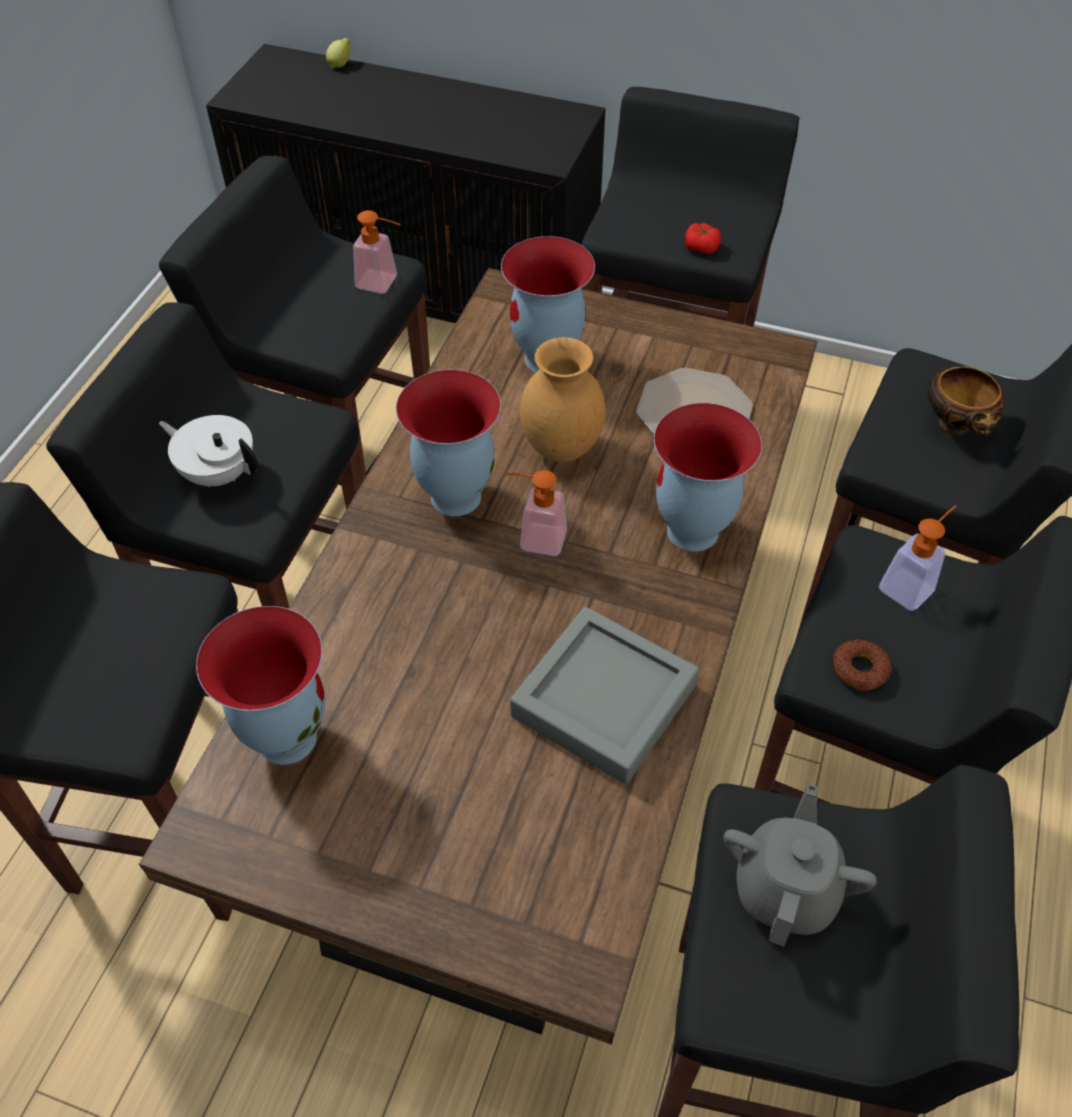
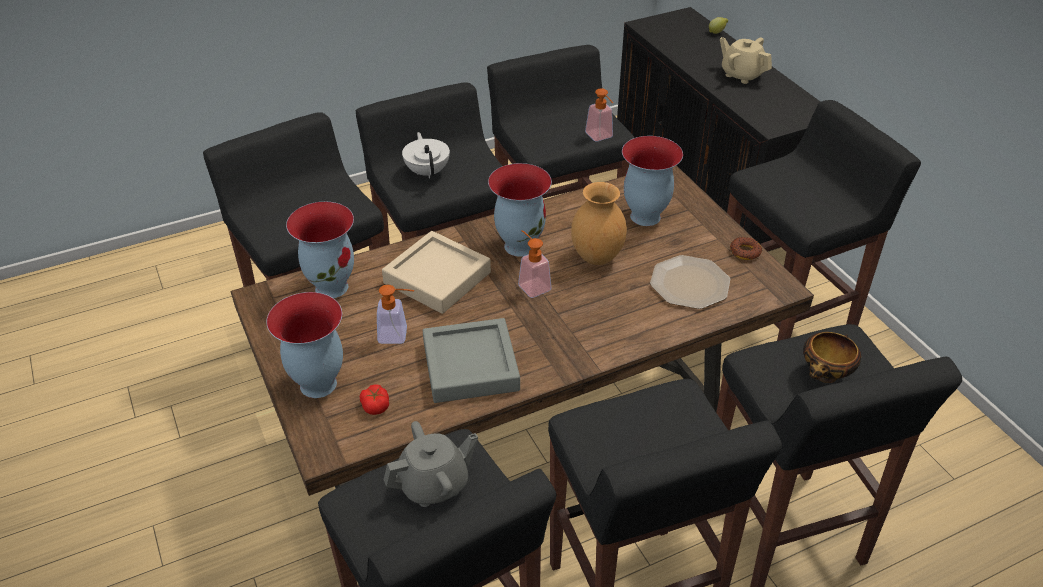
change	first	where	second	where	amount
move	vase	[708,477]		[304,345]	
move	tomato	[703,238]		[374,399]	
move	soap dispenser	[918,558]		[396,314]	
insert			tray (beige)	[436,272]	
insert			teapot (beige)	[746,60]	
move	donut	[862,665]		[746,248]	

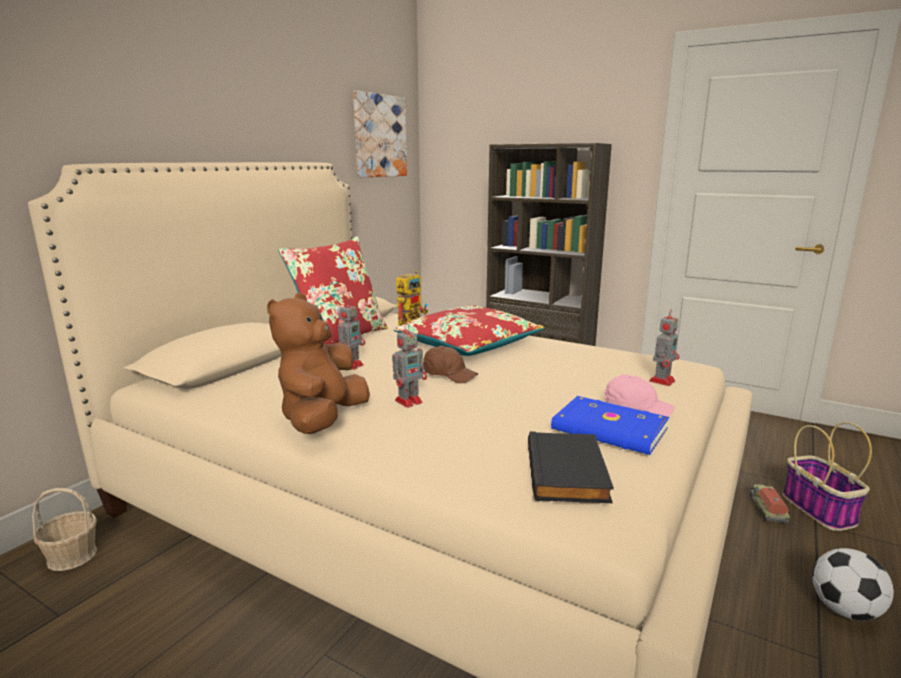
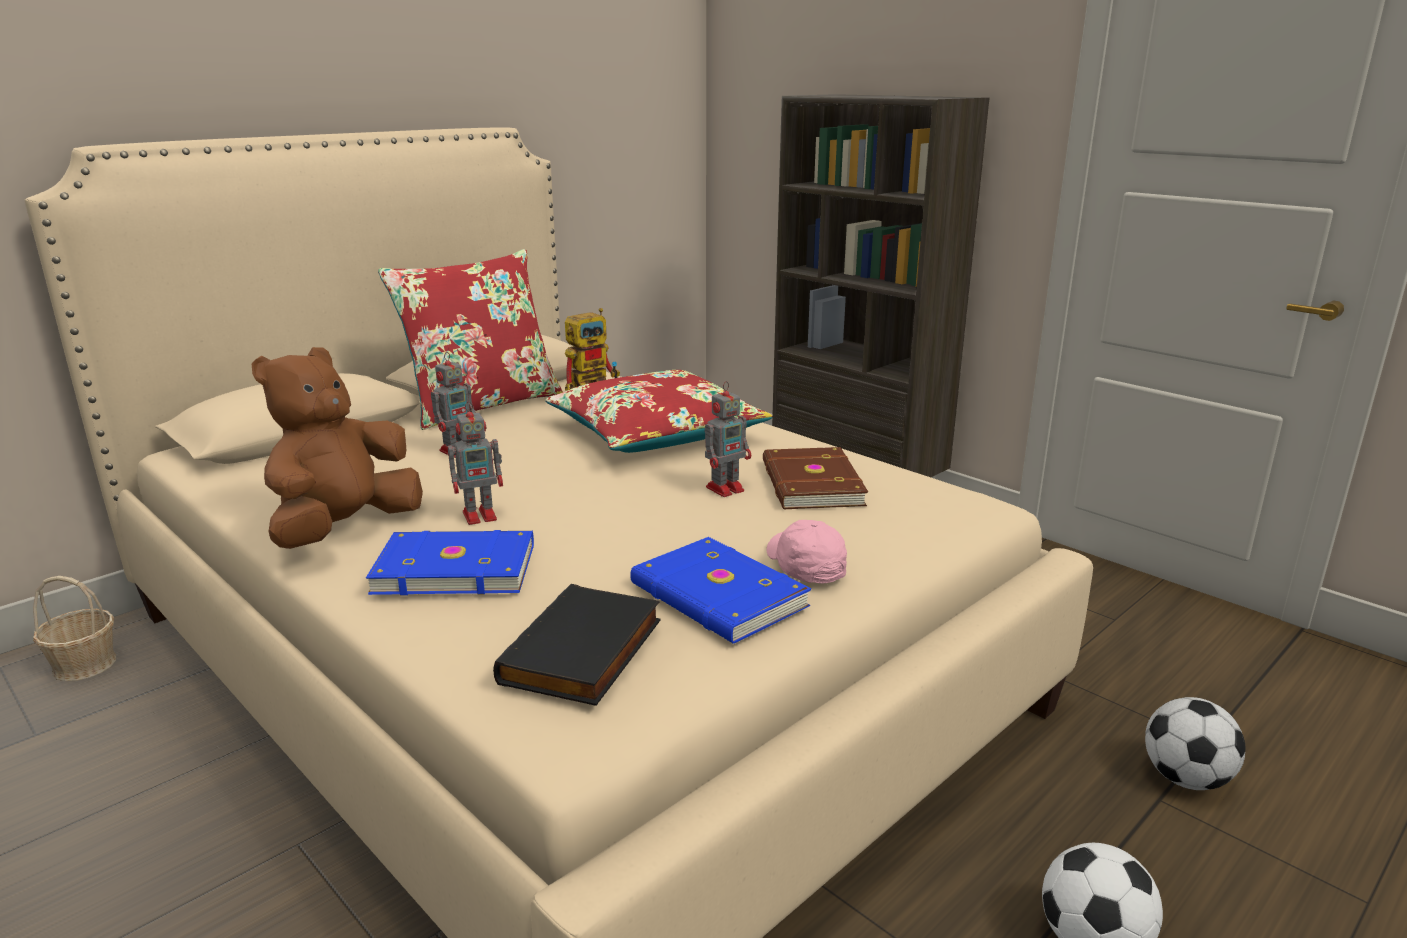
change	first	where	second	where	amount
insert			book (blue)	[450,562]	
move	toy robot	[664,347]		[728,439]	
insert			book (brown)	[815,478]	
rotate	cap (pink)	[639,395]		[807,551]	150 degrees counterclockwise
replace	basket	[827,476]	football	[1195,743]	
delete	picture	[380,134]			
delete	cap (brown)	[450,364]			
delete	toy truck	[769,503]			

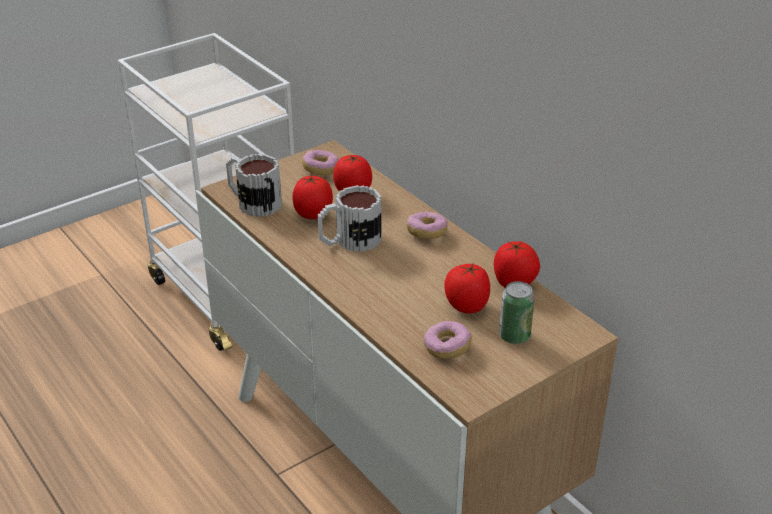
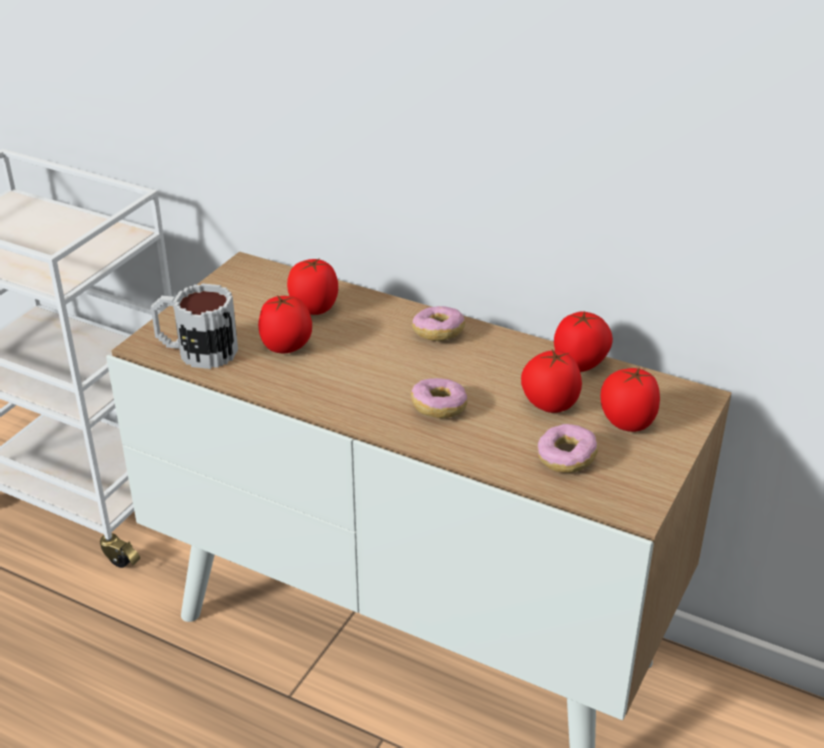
change	first	where	second	where	amount
move	donut	[320,162]		[439,398]	
replace	can	[517,312]	tomato	[630,399]	
delete	mug	[349,218]			

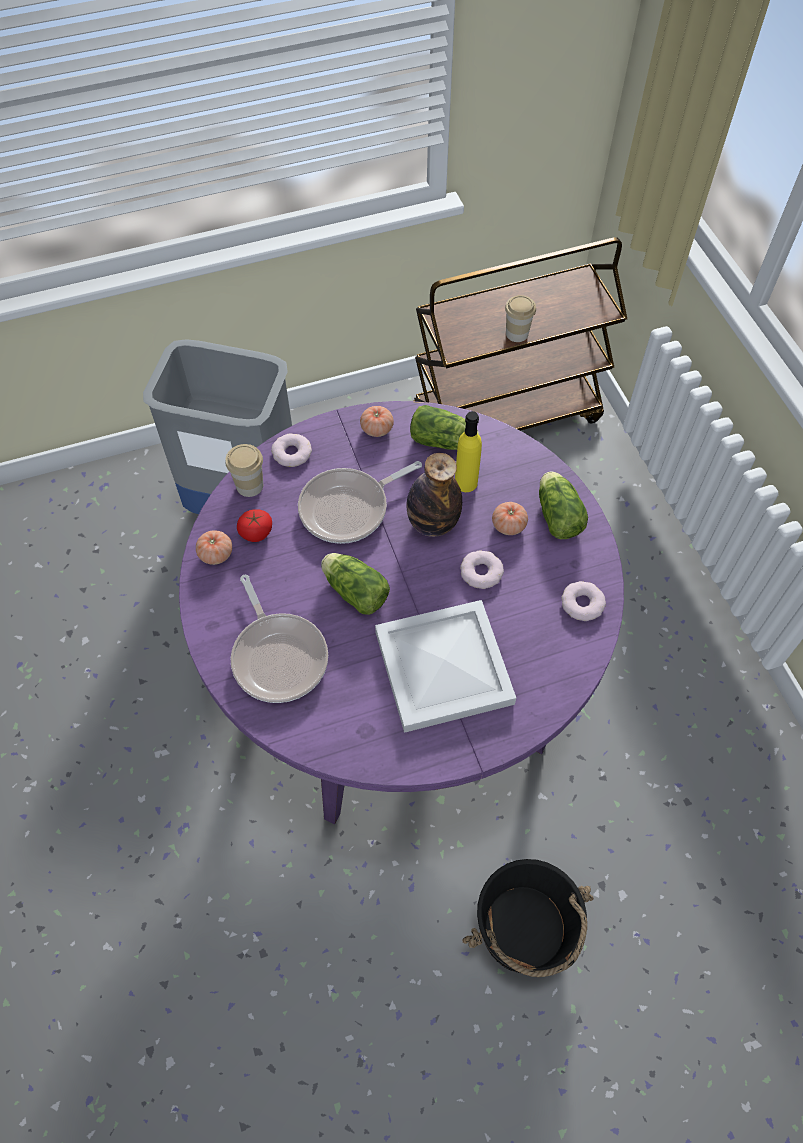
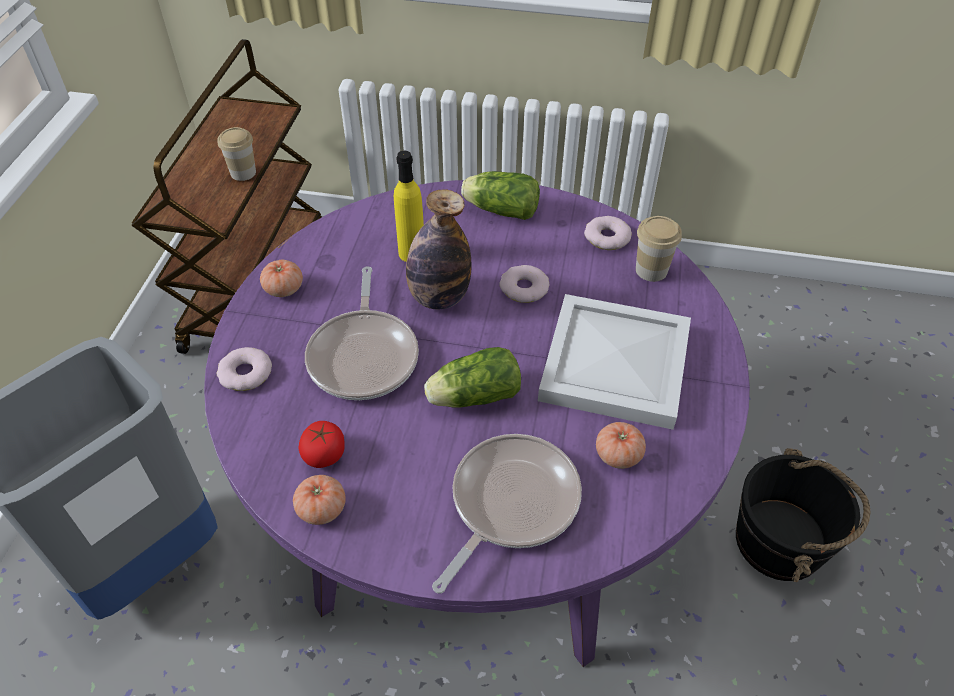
change	first	where	second	where	amount
rotate	frying pan	[279,639]		[507,514]	60 degrees counterclockwise
move	tomato	[510,518]		[621,445]	
move	cup	[244,470]		[659,249]	
delete	lettuce	[445,427]			

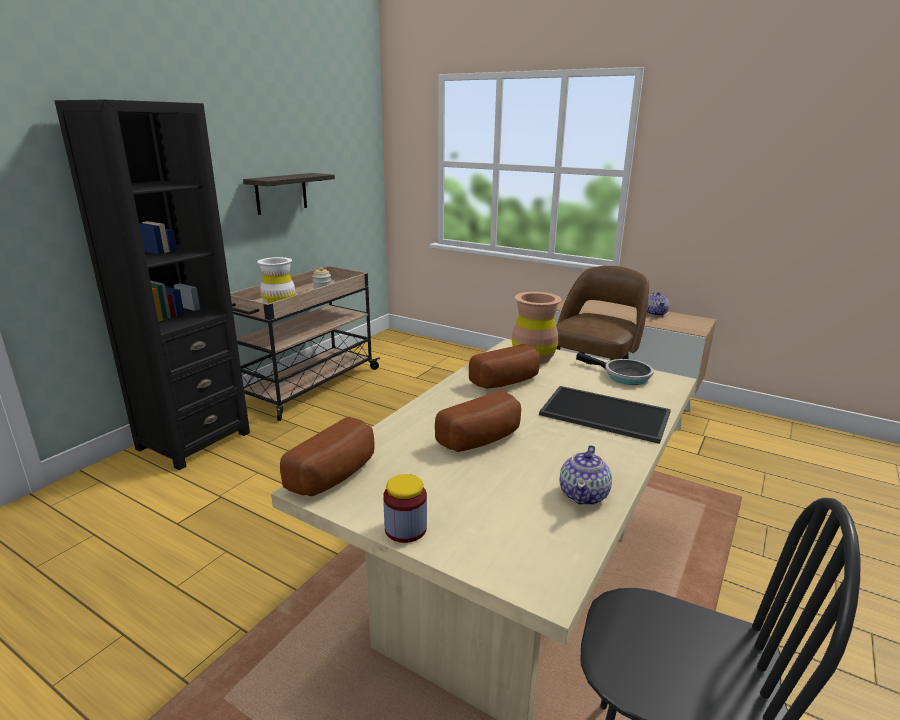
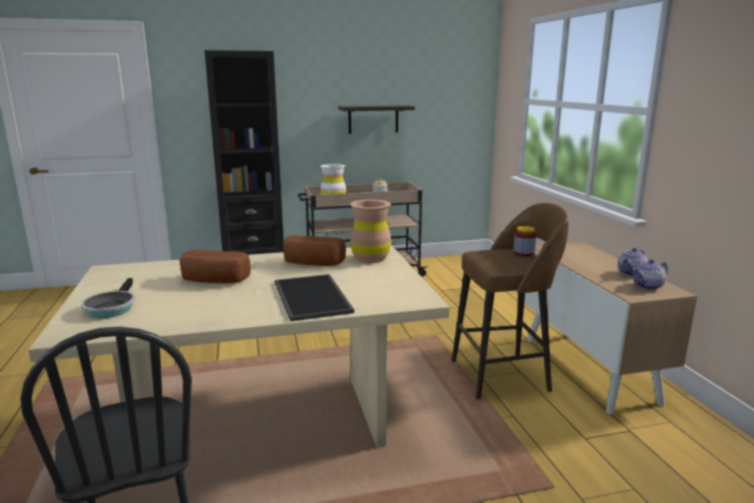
change	first	where	second	where	amount
move	frying pan	[615,368]		[108,298]	
move	jar	[405,508]		[524,241]	
move	teapot	[585,475]		[650,274]	
delete	bread	[327,456]			

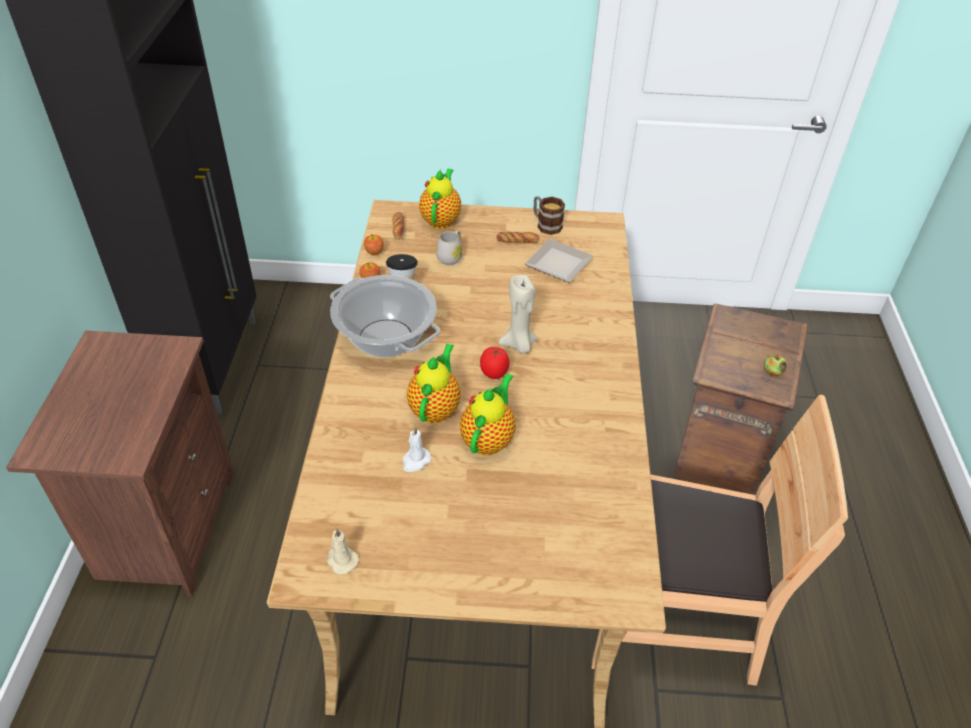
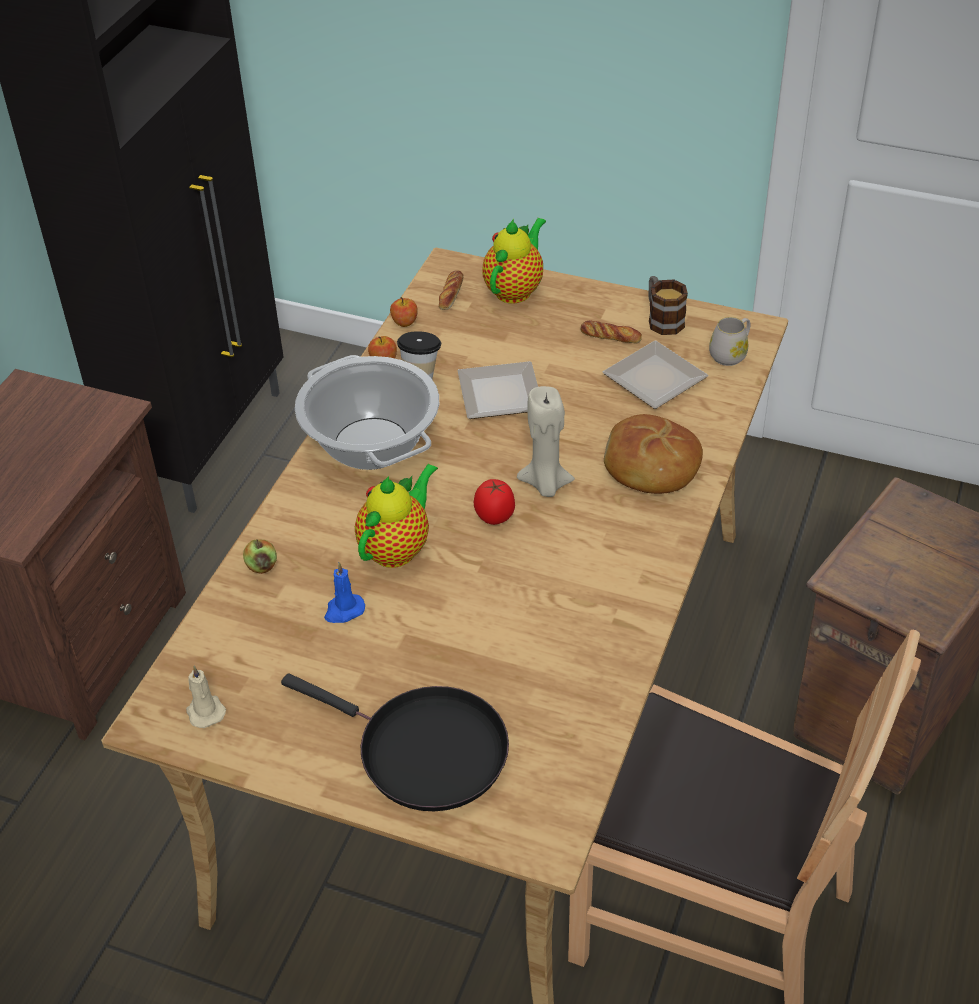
change	first	where	second	where	amount
move	apple	[775,365]		[260,556]	
insert			frying pan (black)	[395,742]	
recolor	candle (white)	[417,449]	candle (blue)	[344,592]	
insert			plate	[497,390]	
insert			bread	[653,454]	
move	mug (white)	[449,248]		[729,341]	
delete	teapot	[488,414]			

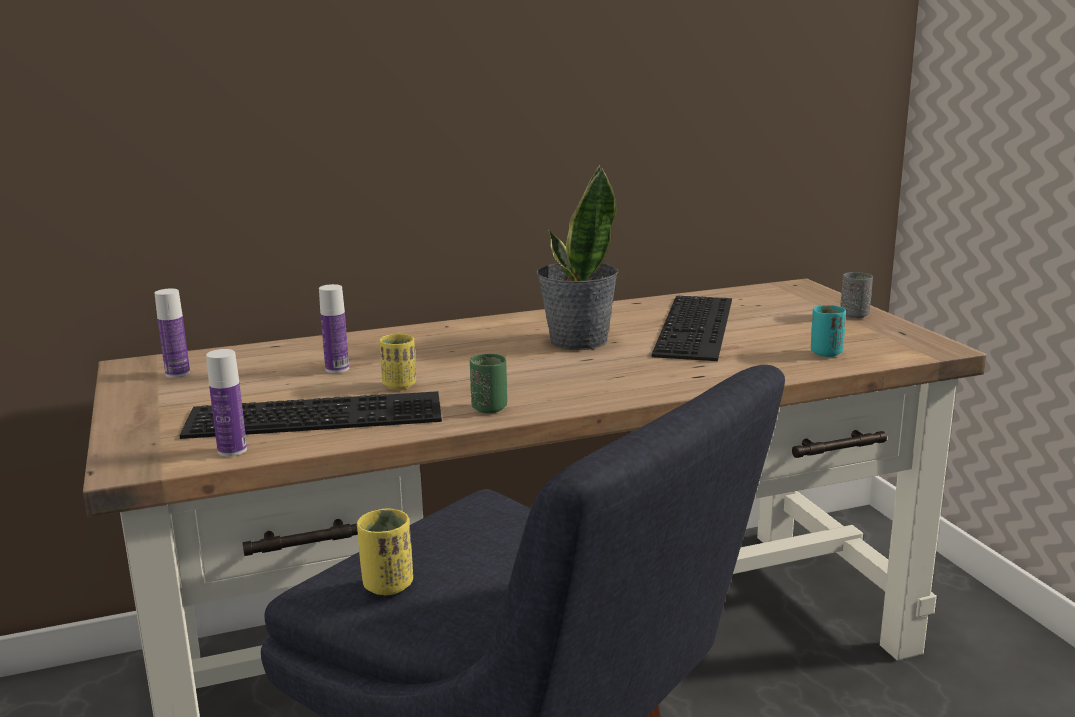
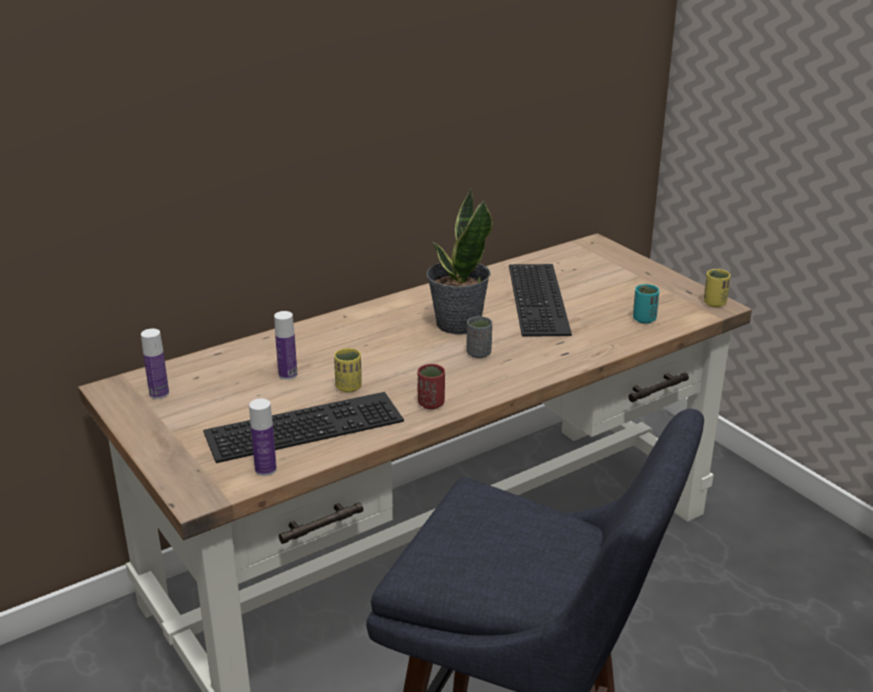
change	first	where	second	where	amount
recolor	cup (green)	[488,383]	cup (red)	[431,386]	
move	cup (grey)	[856,295]		[479,337]	
move	cup (yellow)	[385,551]		[717,288]	

